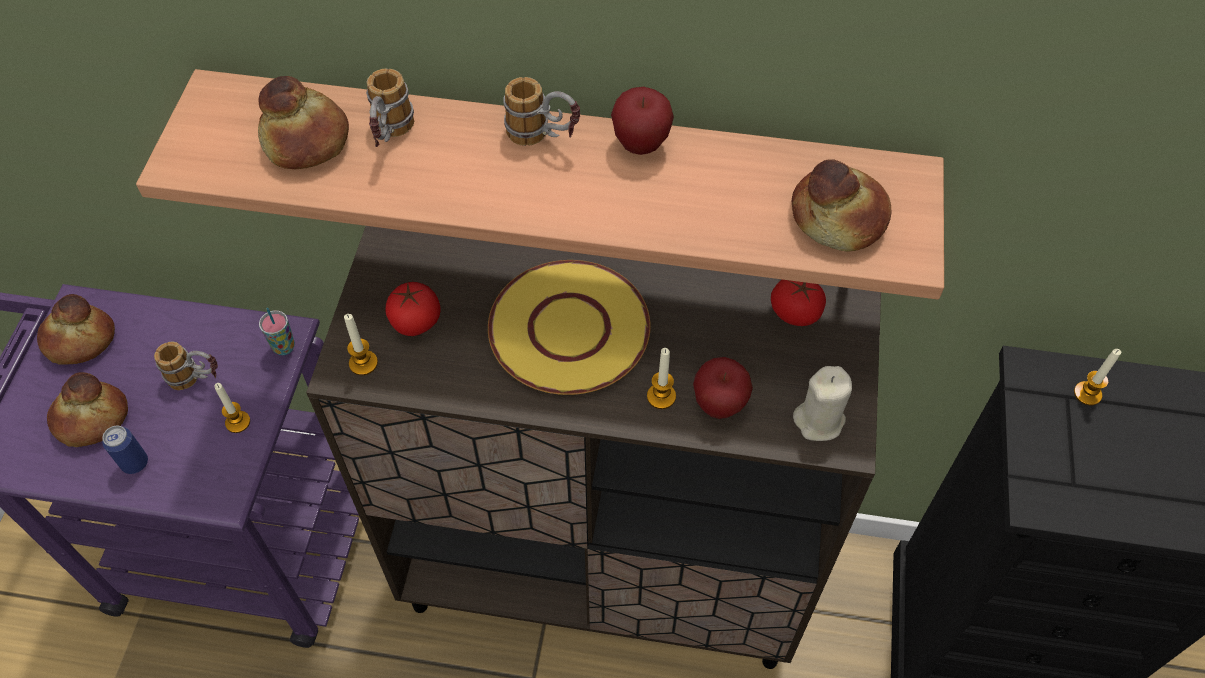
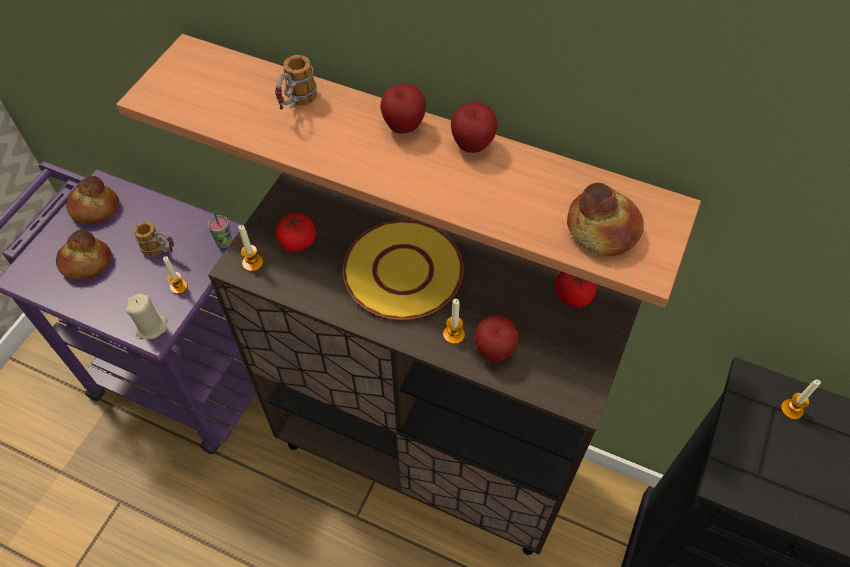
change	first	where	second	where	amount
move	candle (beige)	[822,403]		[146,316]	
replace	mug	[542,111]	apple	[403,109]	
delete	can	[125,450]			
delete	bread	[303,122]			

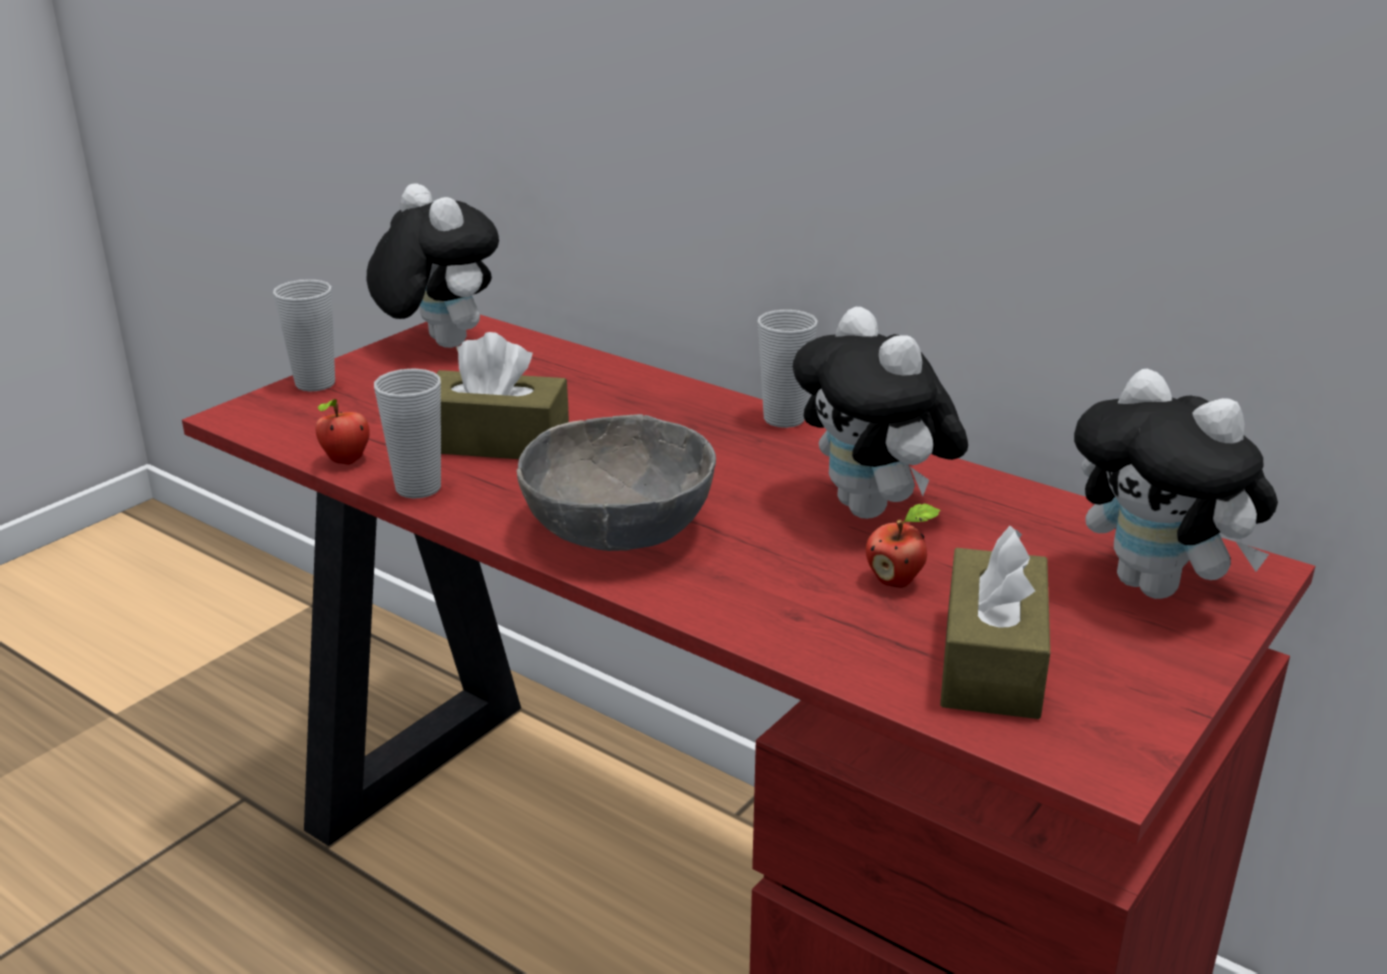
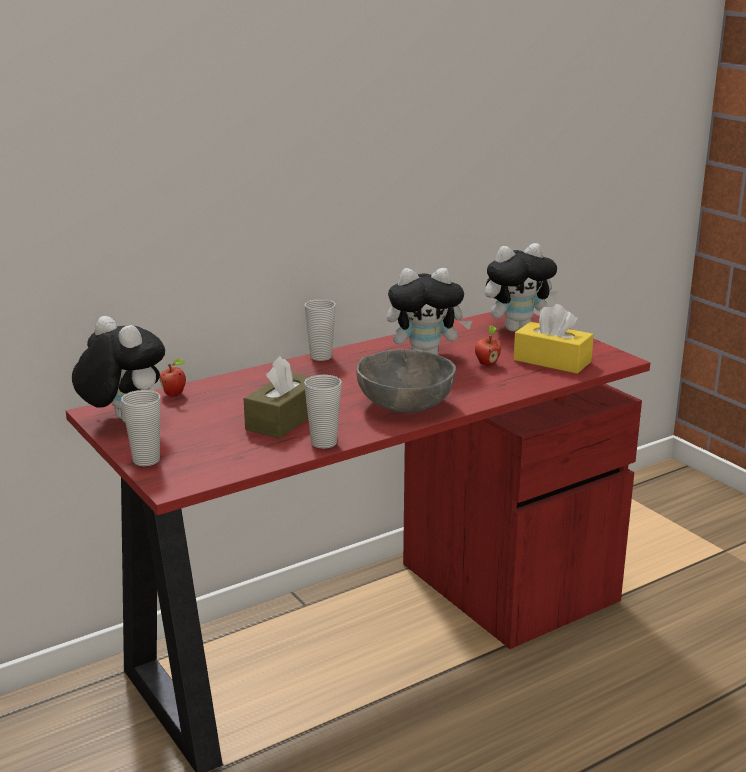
change	first	where	second	where	amount
rotate	plush toy	[433,266]		[118,369]	60 degrees clockwise
move	apple	[342,432]		[172,377]	
recolor	tissue box (brown)	[995,622]	tissue box (yellow)	[554,339]	

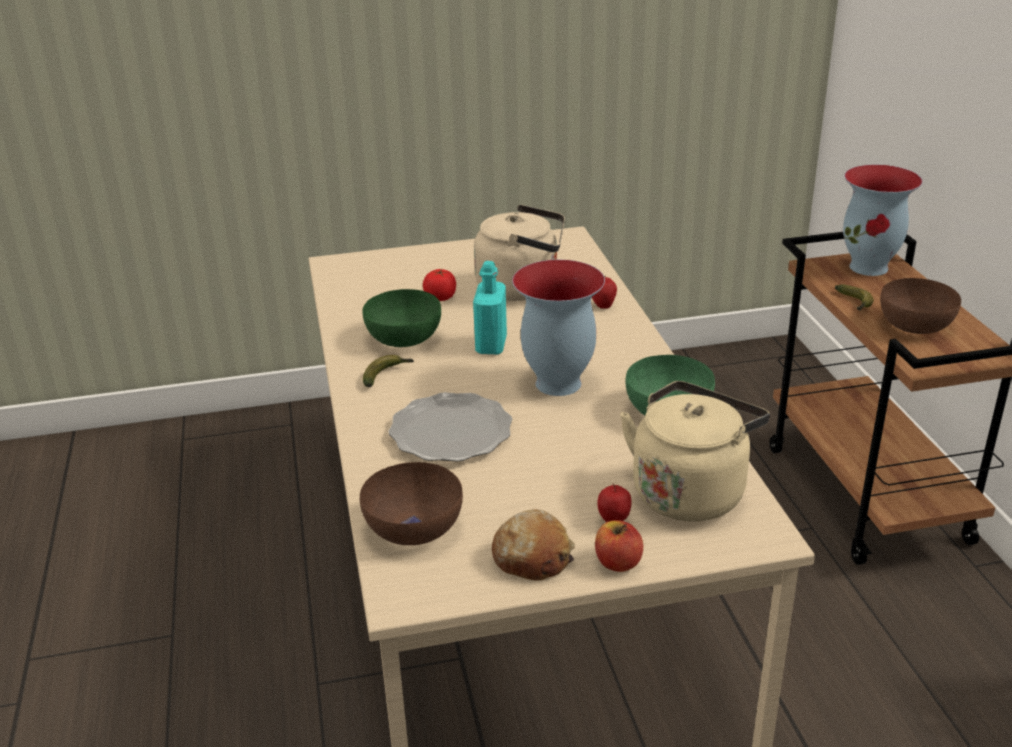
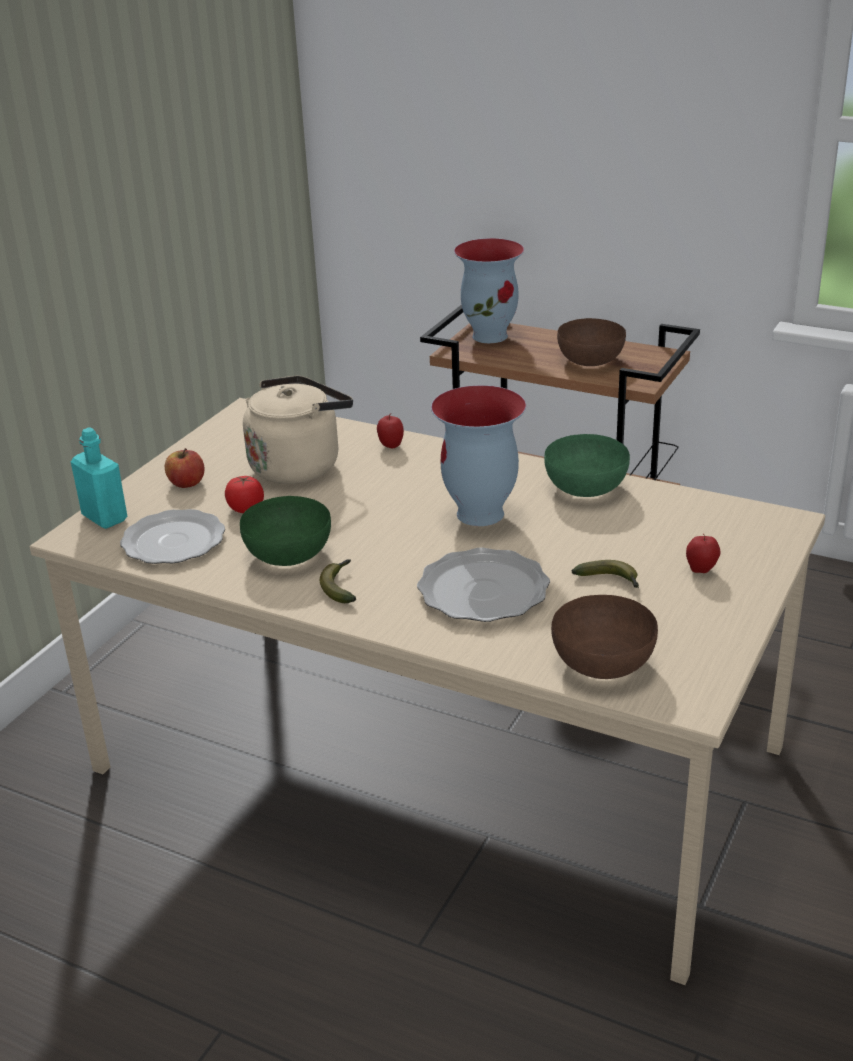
change	first	where	second	where	amount
move	bottle (turquoise)	[490,308]		[99,478]	
insert			plate	[172,536]	
move	apple	[619,546]		[184,468]	
move	banana	[854,297]		[605,574]	
delete	bread	[533,544]			
delete	kettle (beige)	[695,451]			

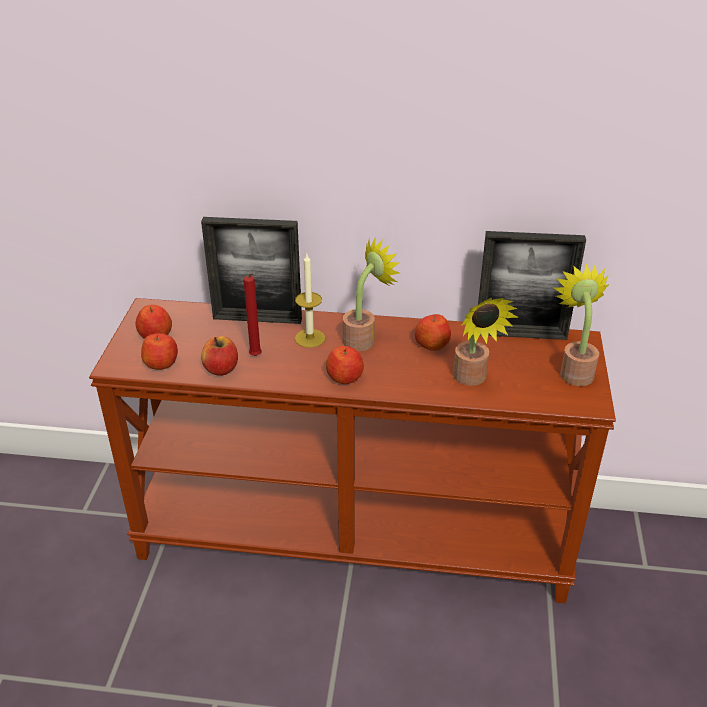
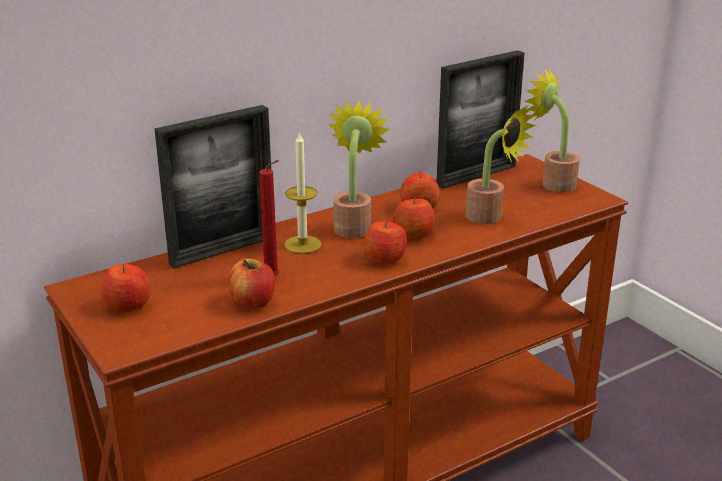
change	first	where	second	where	amount
move	apple	[159,351]		[414,218]	

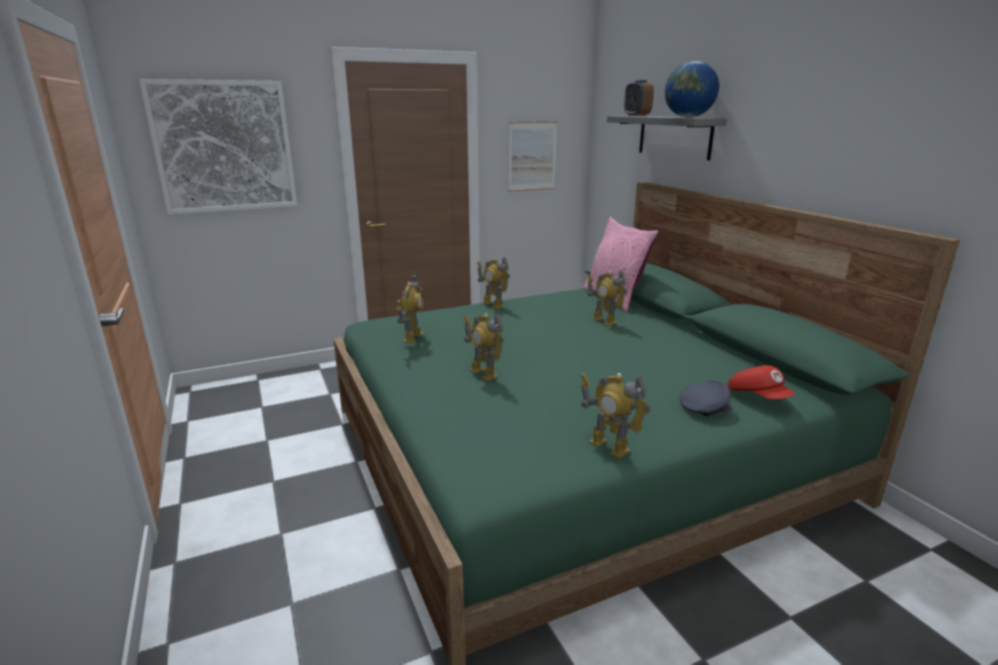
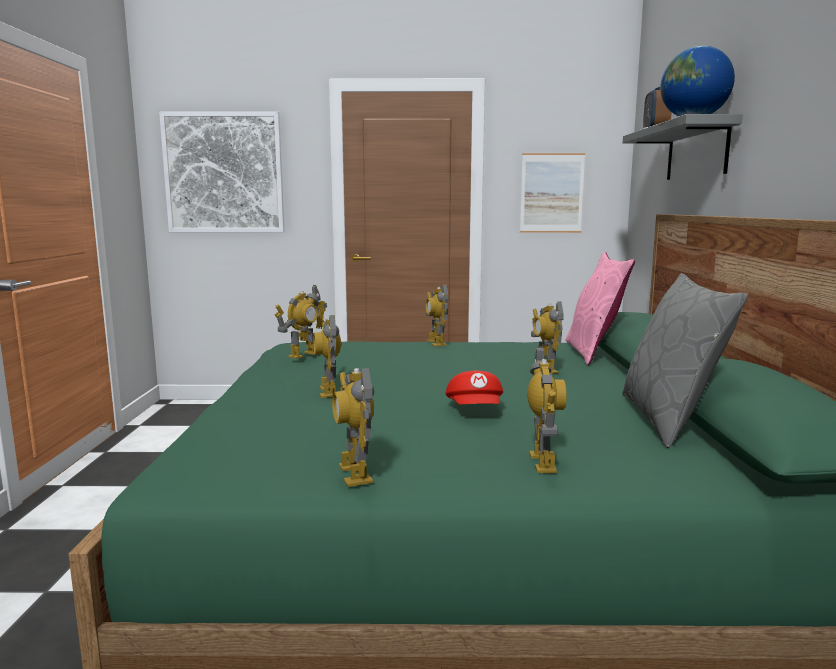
change	first	where	second	where	amount
move	cap (red)	[761,382]		[474,387]	
replace	cap (grey)	[705,398]	toy robot	[547,409]	
insert			pillow (grey)	[685,360]	

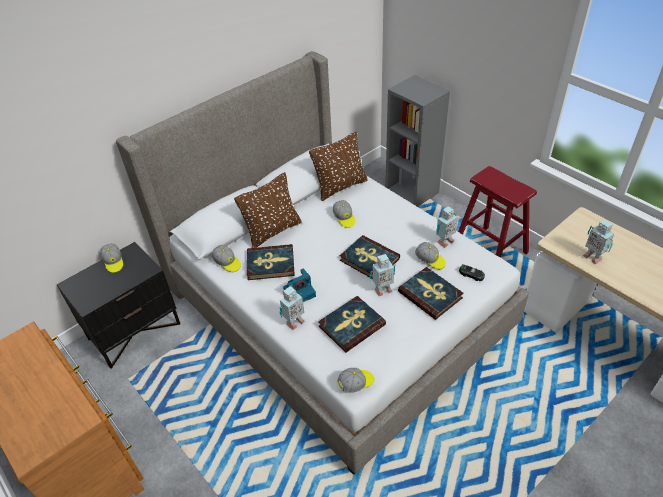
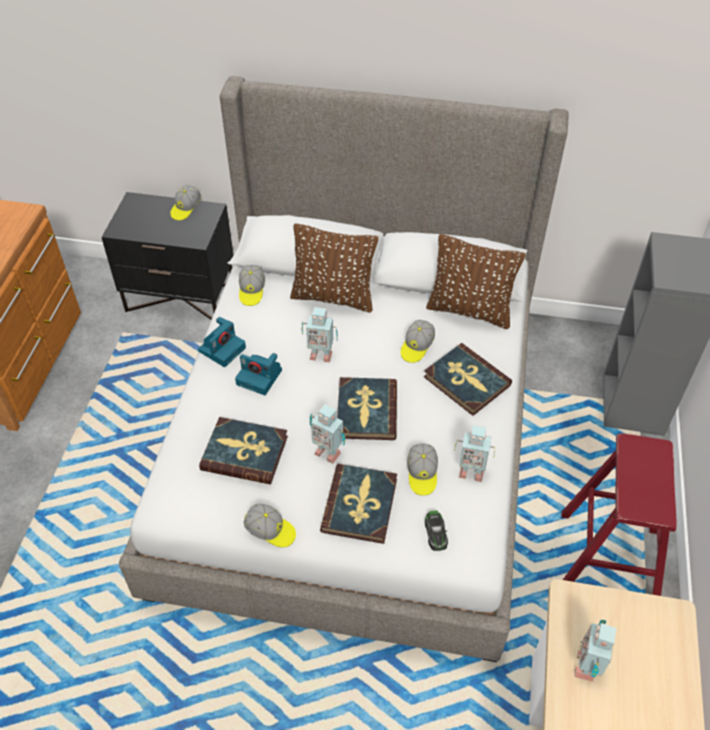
change	first	where	second	where	amount
insert			photo camera	[222,342]	
move	cap	[356,380]		[270,525]	
move	toy robot	[292,308]		[320,334]	
move	book	[271,262]		[468,379]	

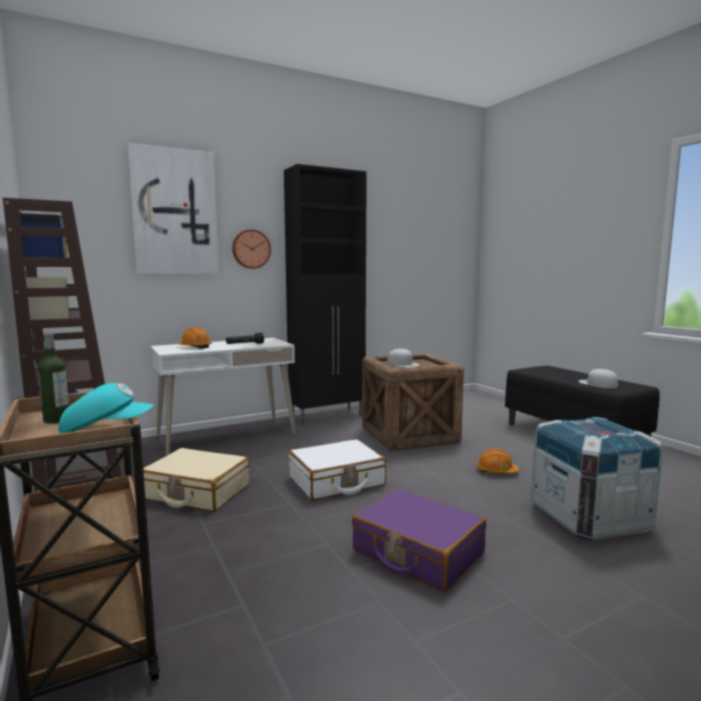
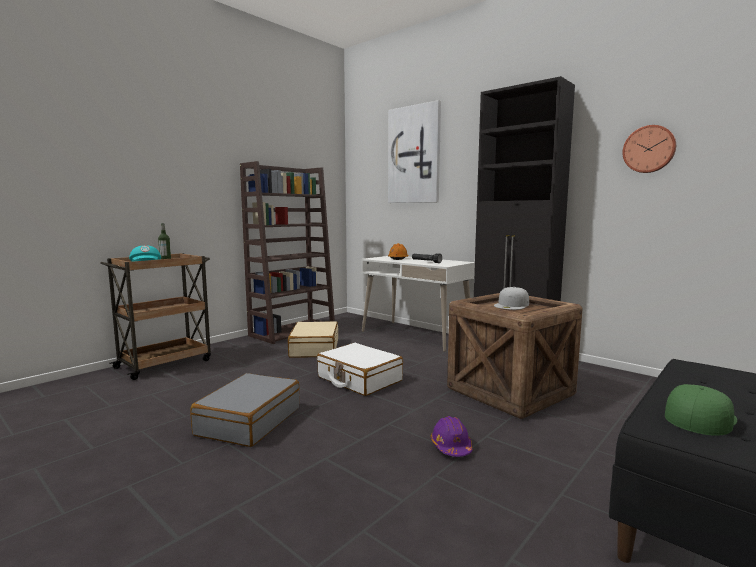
change	first	where	second	where	amount
recolor	suitcase (purple)	[419,540]	suitcase (grey)	[245,410]	
recolor	hard hat (orange)	[498,460]	hard hat (purple)	[452,436]	
move	wall clock	[251,249]		[649,149]	
recolor	cap (white)	[598,379]	cap (green)	[701,410]	
delete	crate	[597,479]			

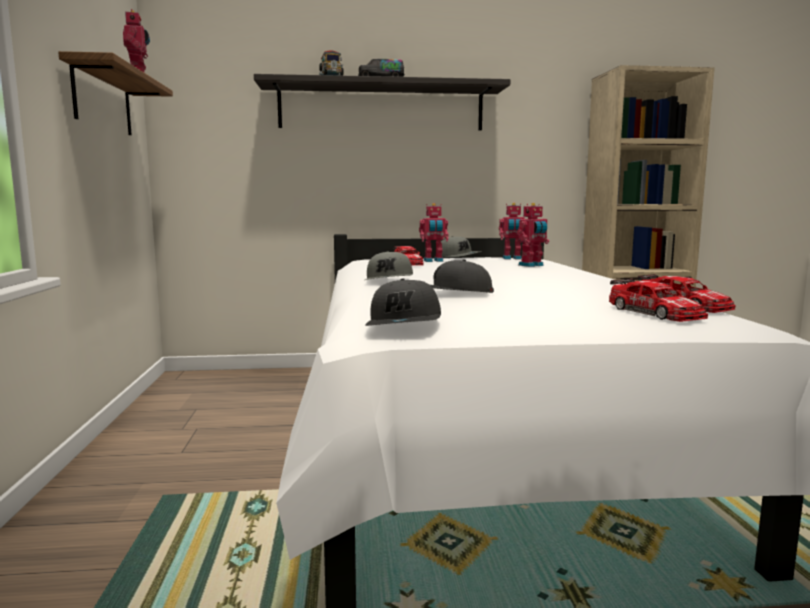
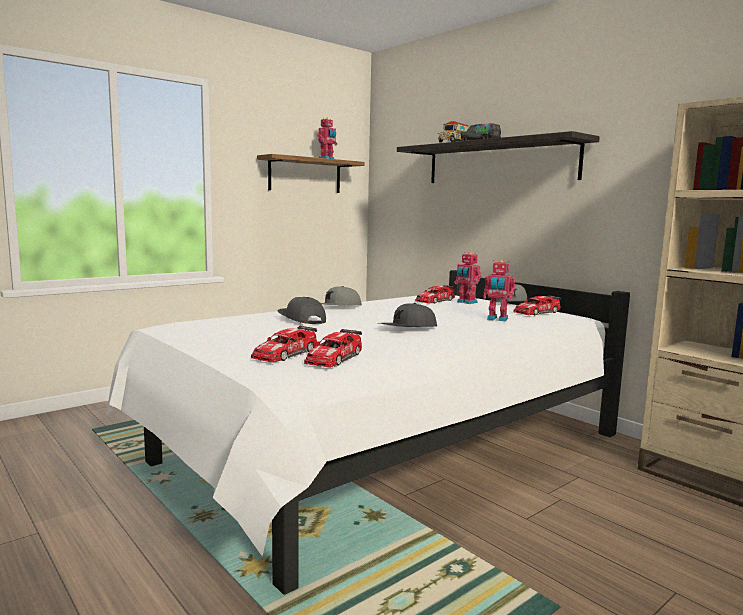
change	first	where	second	where	amount
move	cap (grey)	[403,302]		[408,315]	
replace	toy robot	[512,231]	toy car	[537,305]	

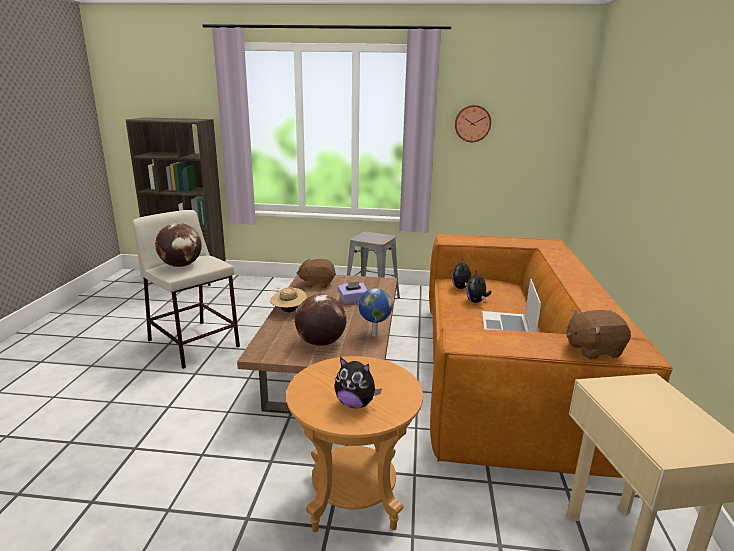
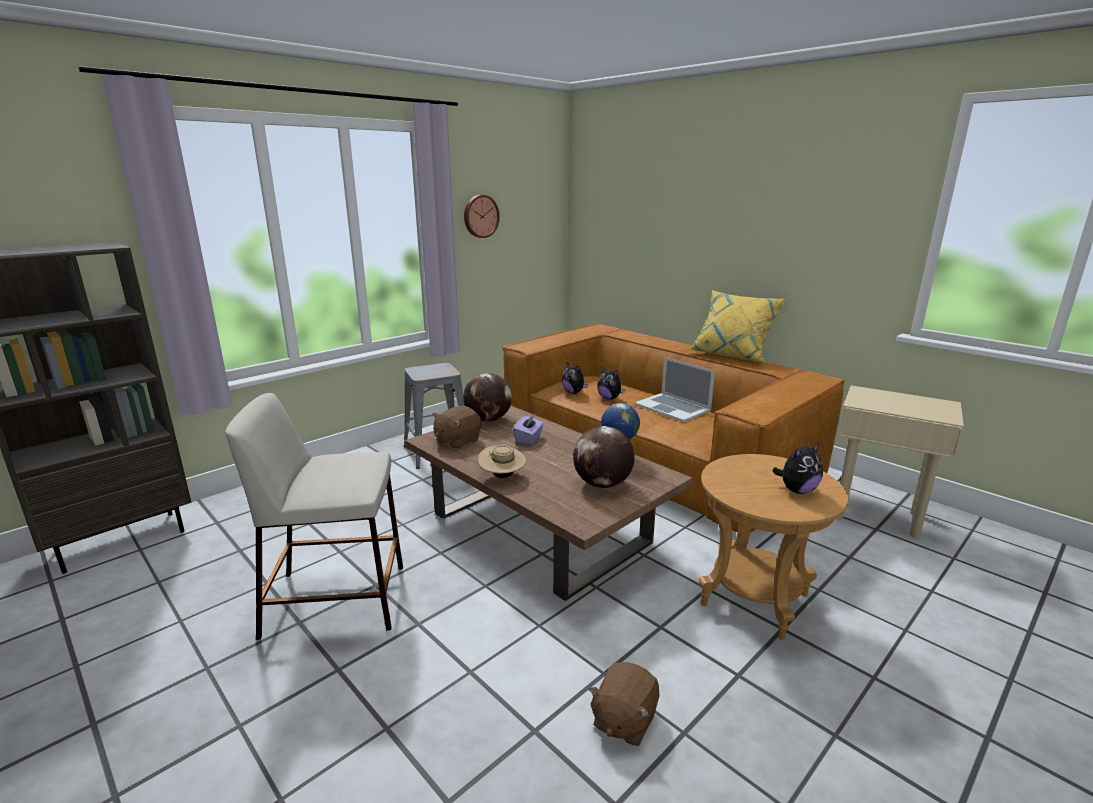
change	first	where	second	where	amount
move	globe	[178,245]		[487,397]	
move	plush toy (brown)	[598,335]		[624,704]	
insert			pillow (yellow)	[737,326]	

